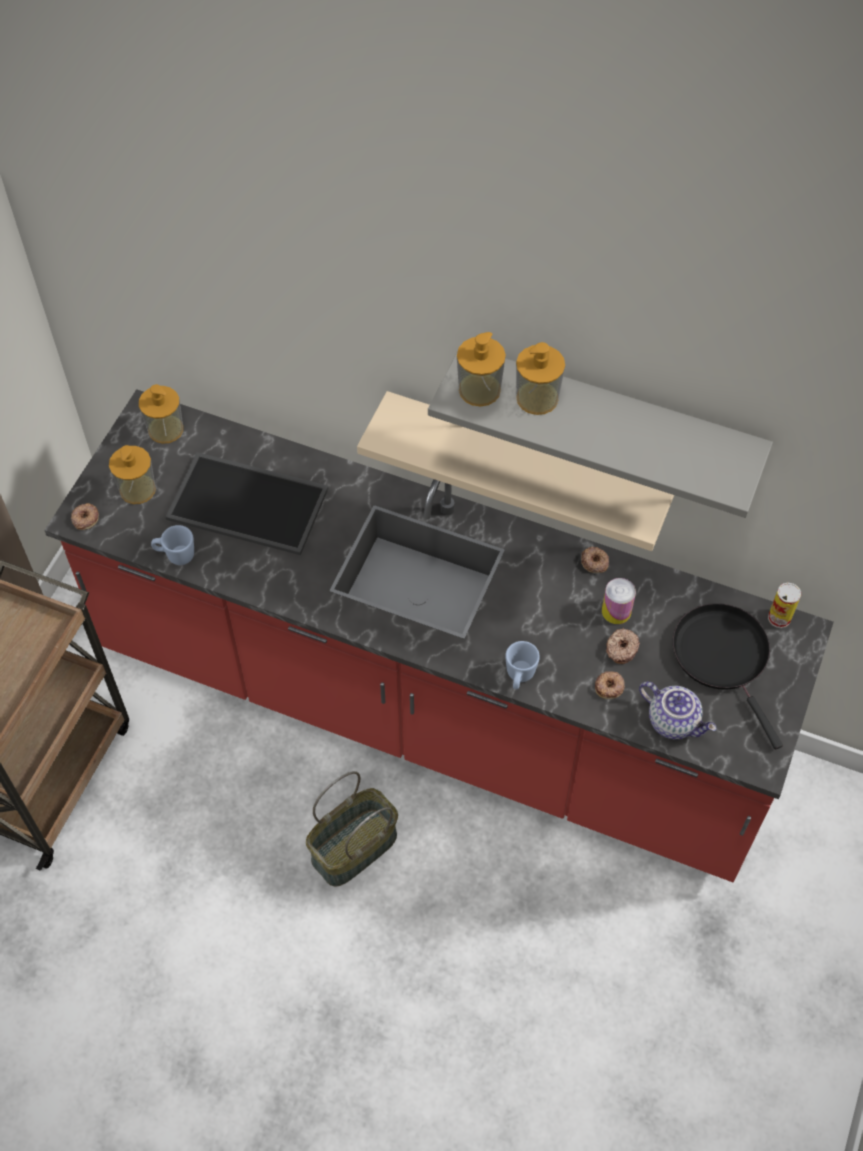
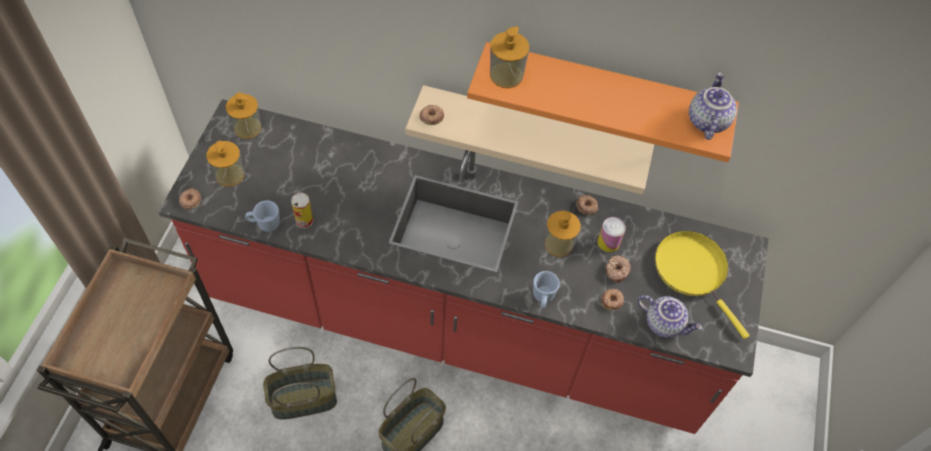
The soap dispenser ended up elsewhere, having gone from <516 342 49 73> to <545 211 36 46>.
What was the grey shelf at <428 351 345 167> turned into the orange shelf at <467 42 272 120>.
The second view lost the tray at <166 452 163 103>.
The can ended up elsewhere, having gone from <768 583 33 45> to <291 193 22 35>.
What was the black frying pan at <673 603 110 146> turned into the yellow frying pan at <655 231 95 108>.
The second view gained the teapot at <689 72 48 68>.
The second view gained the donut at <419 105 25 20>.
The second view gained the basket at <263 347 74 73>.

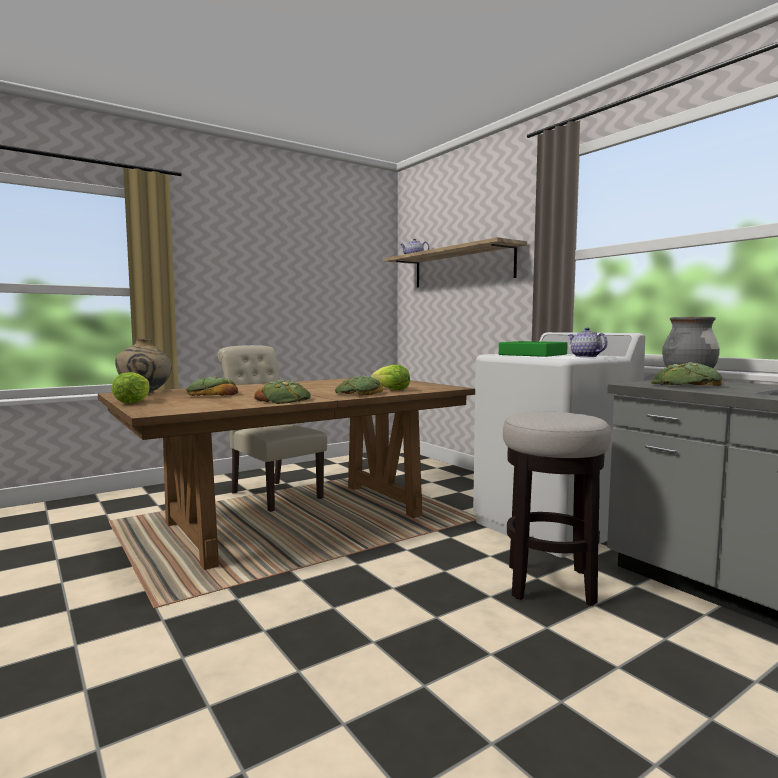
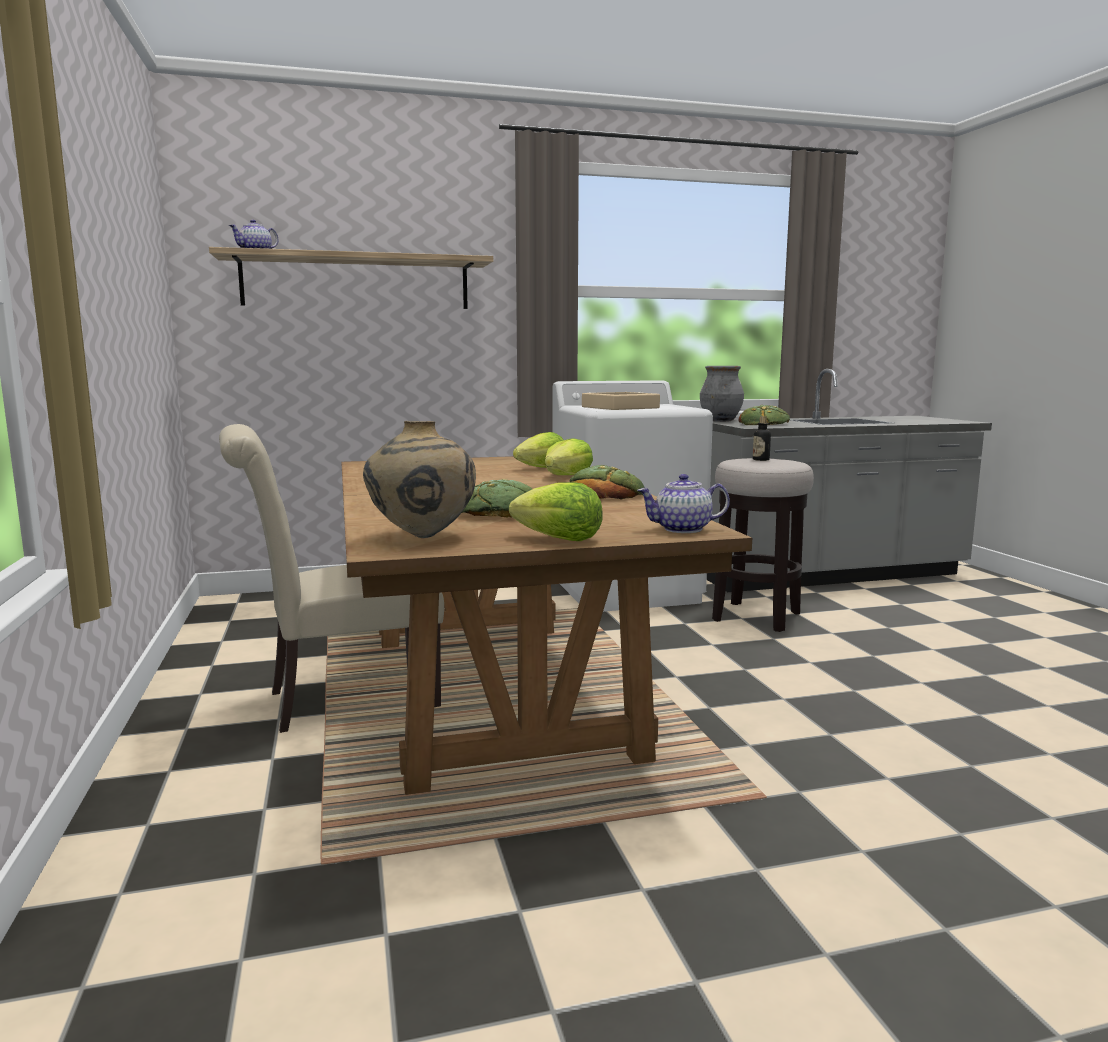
The teapot ended up elsewhere, having gone from <568 328 40 29> to <638 474 92 59>.
What was the green tray at <499 341 69 16> turned into the beige tray at <582 392 78 18>.
Where the bread stood at <335 375 48 20>, the lettuce came to stand at <545 439 48 36>.
The second view gained the bottle at <753 416 18 45>.

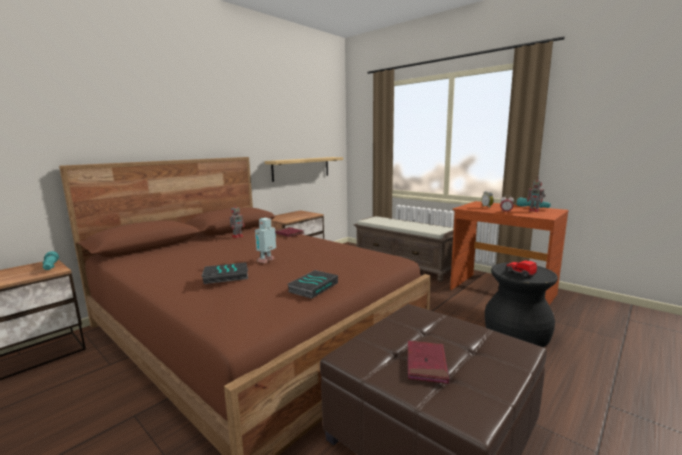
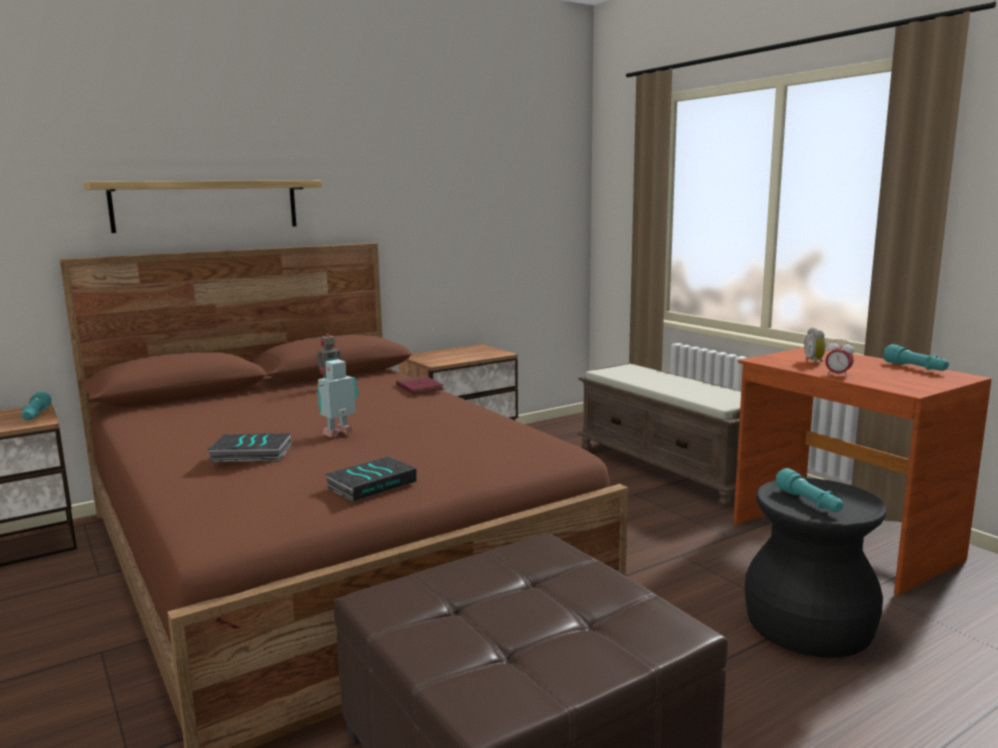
The shelf ended up elsewhere, having gone from <265 157 78 25> to <84 180 238 53>.
The second view lost the toy robot at <527 180 18 32>.
Where the toy car stood at <506 260 31 18>, the turquoise flashlight came to stand at <776 468 67 44>.
The second view lost the red book at <408 340 41 44>.

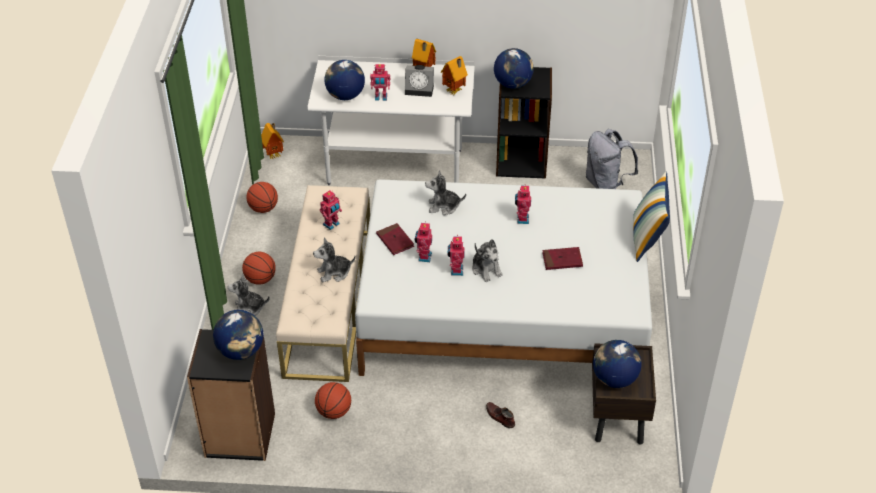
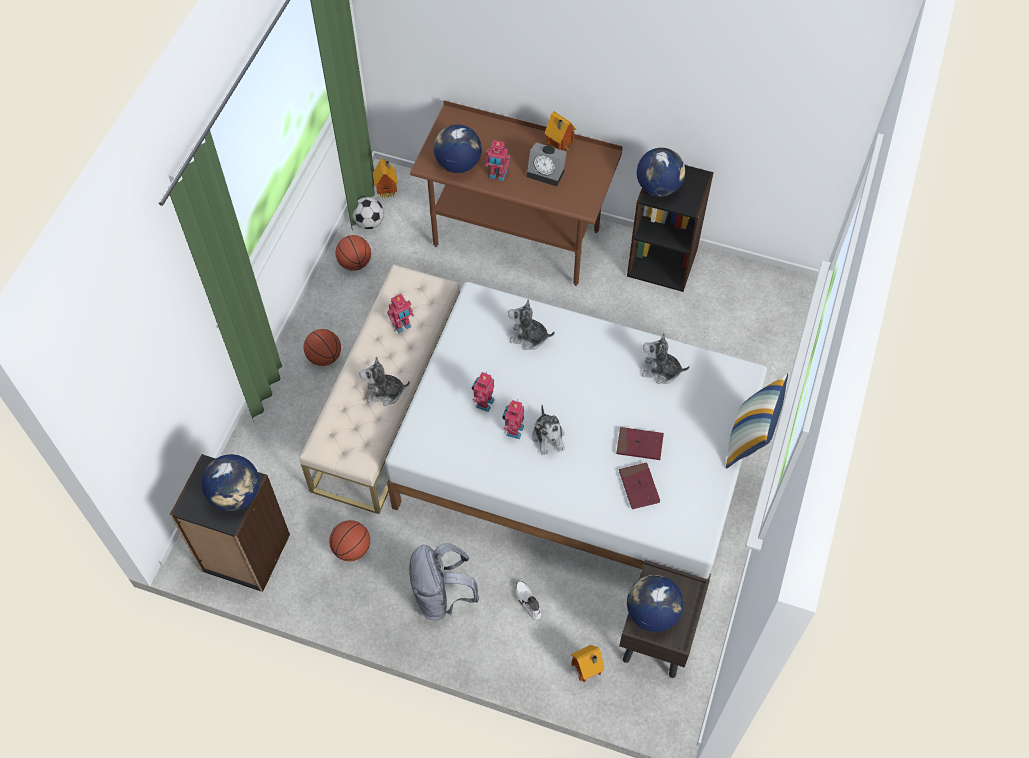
What was the white desk at <307 56 168 129> turned into the brown desk at <410 100 213 186>.
The toy house ended up elsewhere, having gone from <441 56 27 39> to <571 645 33 37>.
The grey backpack ended up elsewhere, having gone from <586 129 52 60> to <409 543 70 77>.
The second view lost the toy robot at <515 186 16 38>.
The red book ended up elsewhere, having gone from <376 223 38 32> to <619 462 41 47>.
The plush toy ended up elsewhere, having gone from <228 273 42 43> to <642 333 48 51>.
What was the brown shoe at <486 402 29 26> turned into the white shoe at <516 581 25 39>.
The second view gained the football at <353 197 31 32>.

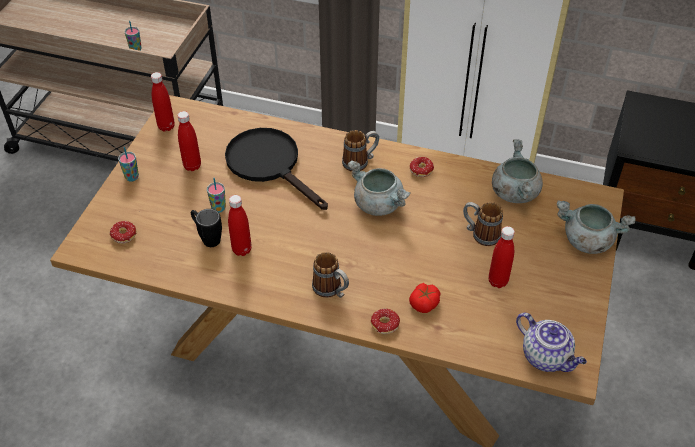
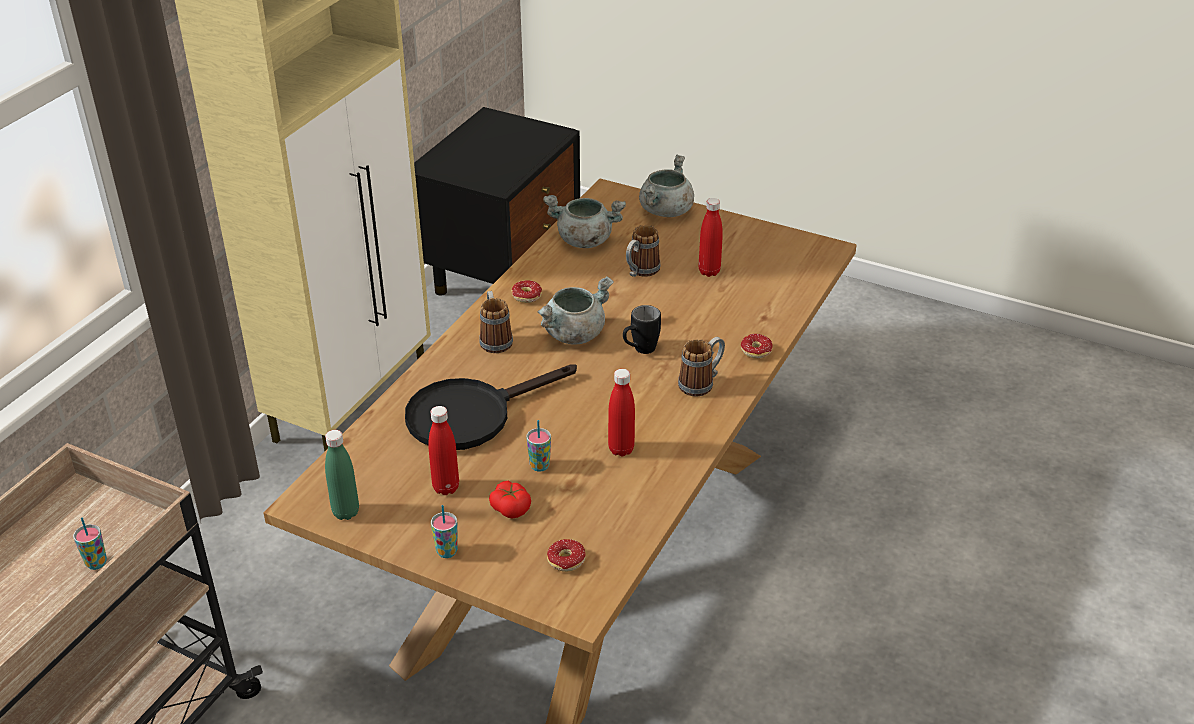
What was the red bottle at <151 72 24 60> turned into the green bottle at <325 430 34 90>.
The black mug ended up elsewhere, having gone from <191 209 31 38> to <623 305 38 49>.
The tomato ended up elsewhere, having gone from <409 283 32 30> to <489 481 42 38>.
The second view lost the teapot at <516 313 71 59>.

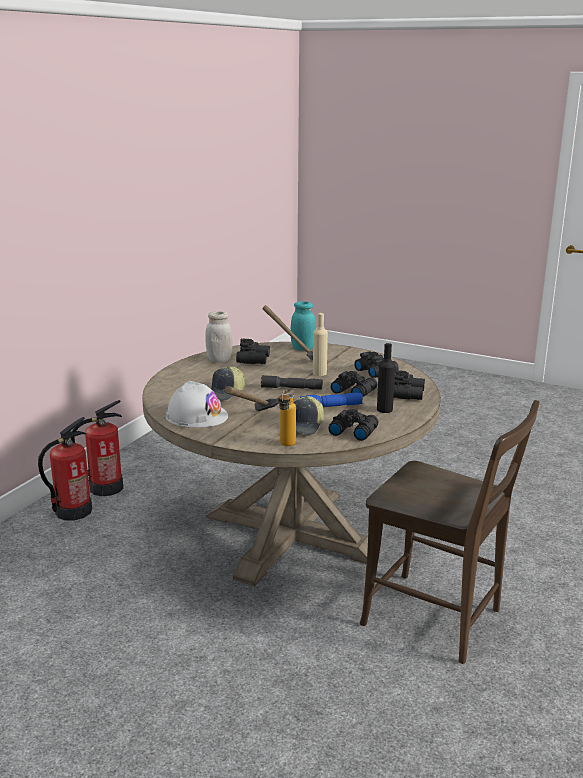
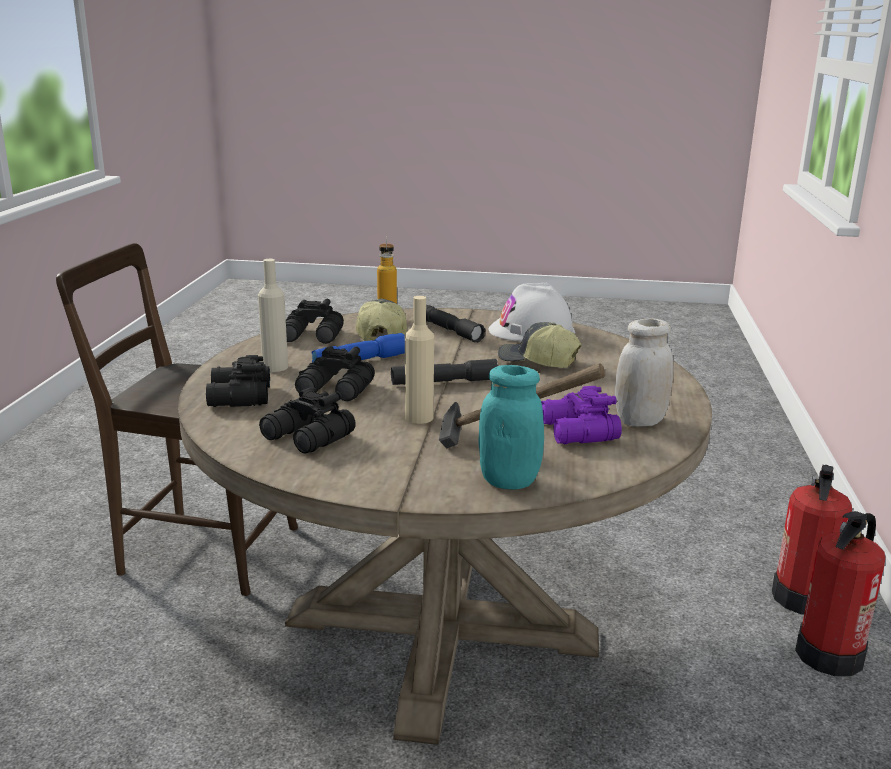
What was the black binoculars at <236 338 34 26> turned into the purple binoculars at <541 386 81 58>.
What was the black bottle at <377 343 18 70> turned into the beige bottle at <258 259 30 113>.
The cap at <210 366 35 34> ended up facing another way, 75 degrees counterclockwise from before.
Where the hammer stood at <224 386 55 25>, the grey flashlight came to stand at <426 305 60 37>.

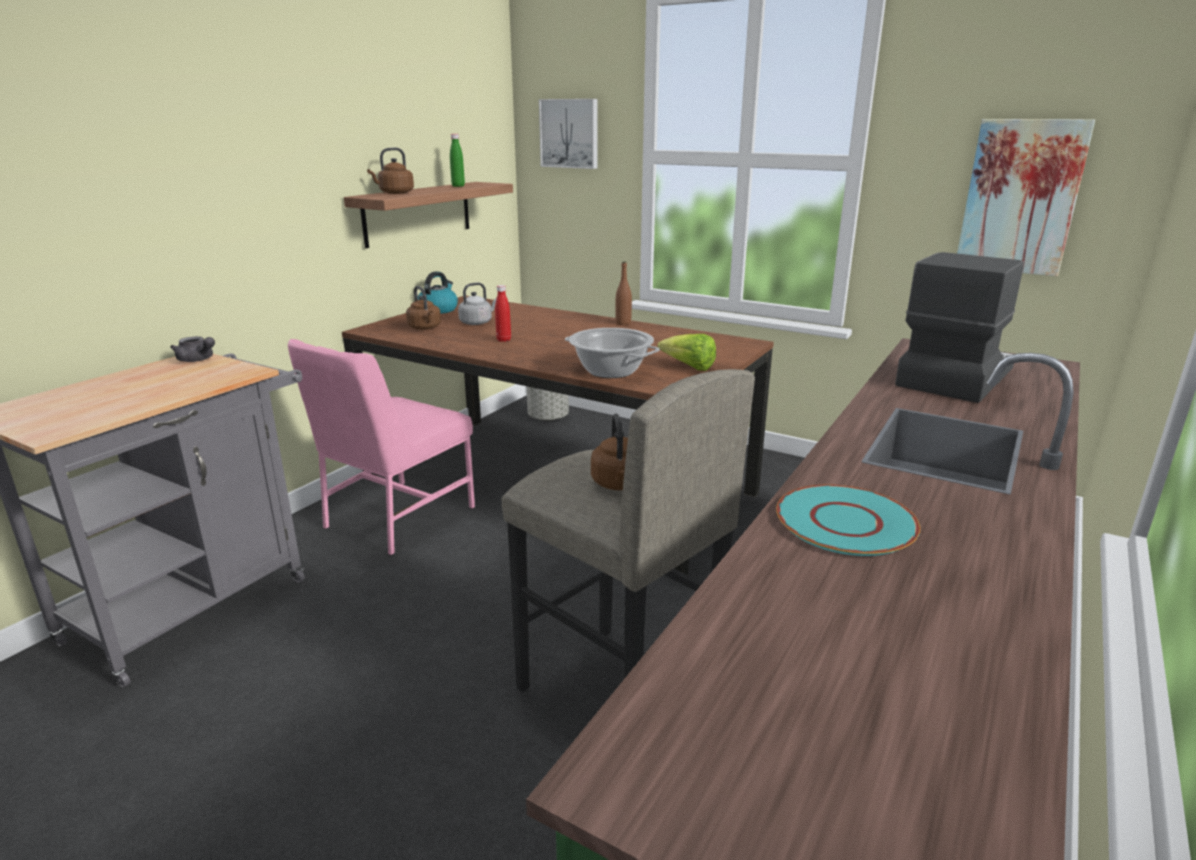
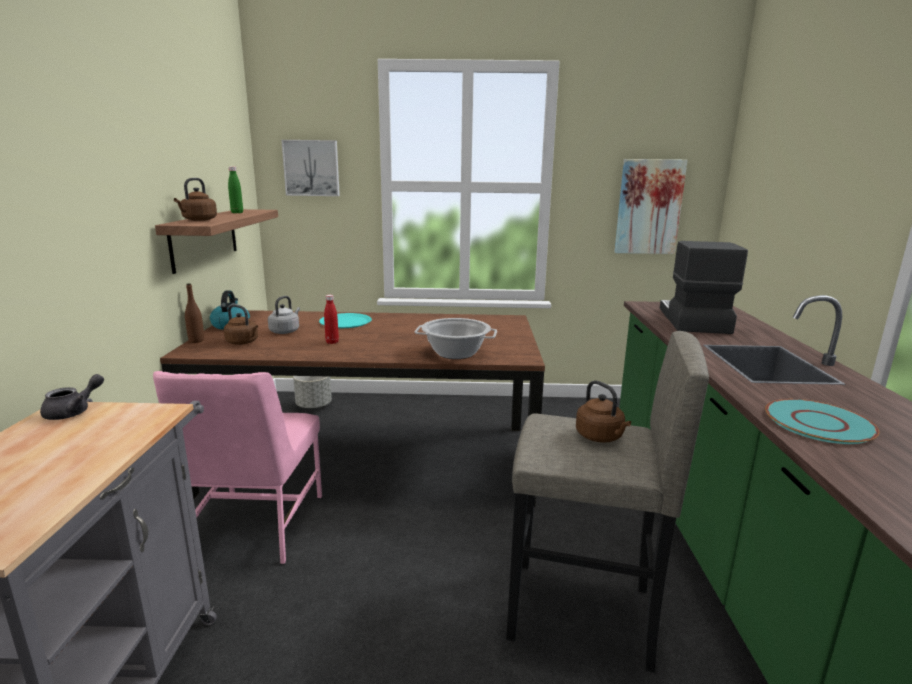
The brown bottle ended up elsewhere, having gone from <615 262 17 63> to <185 283 19 60>.
The second view lost the lettuce at <657 334 59 37>.
The grey teapot at <170 336 45 26> ended up facing another way, 60 degrees counterclockwise from before.
The second view gained the turquoise plate at <319 313 53 15>.

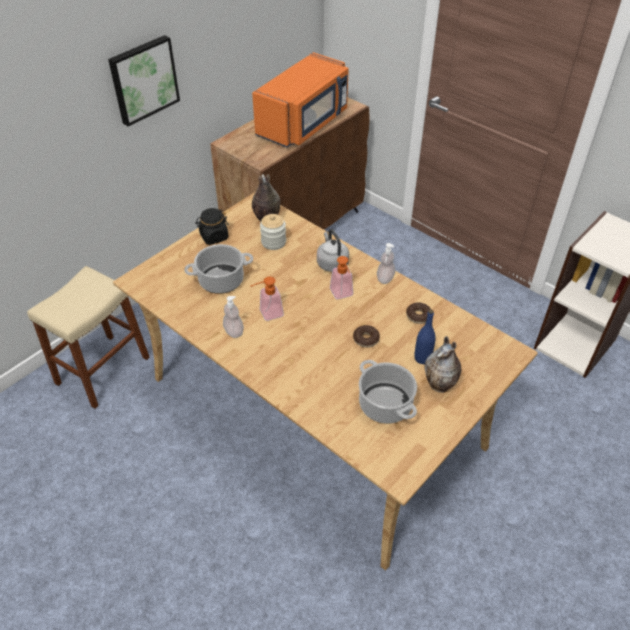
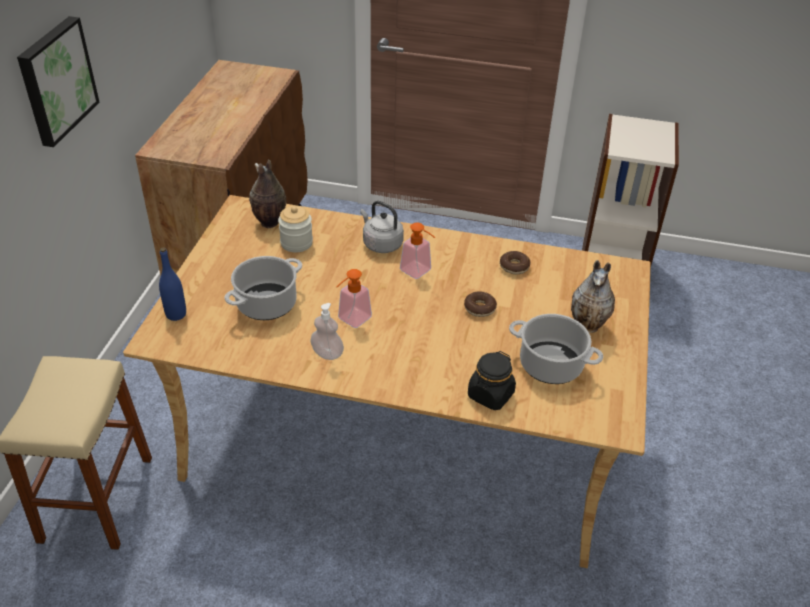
The second view lost the orange microwave at <252 52 97 96>.
The black jar ended up elsewhere, having gone from <195 208 34 37> to <468 351 48 59>.
The second view lost the soap dispenser at <377 243 18 41>.
The blue bottle ended up elsewhere, having gone from <414 310 22 54> to <159 247 27 74>.

